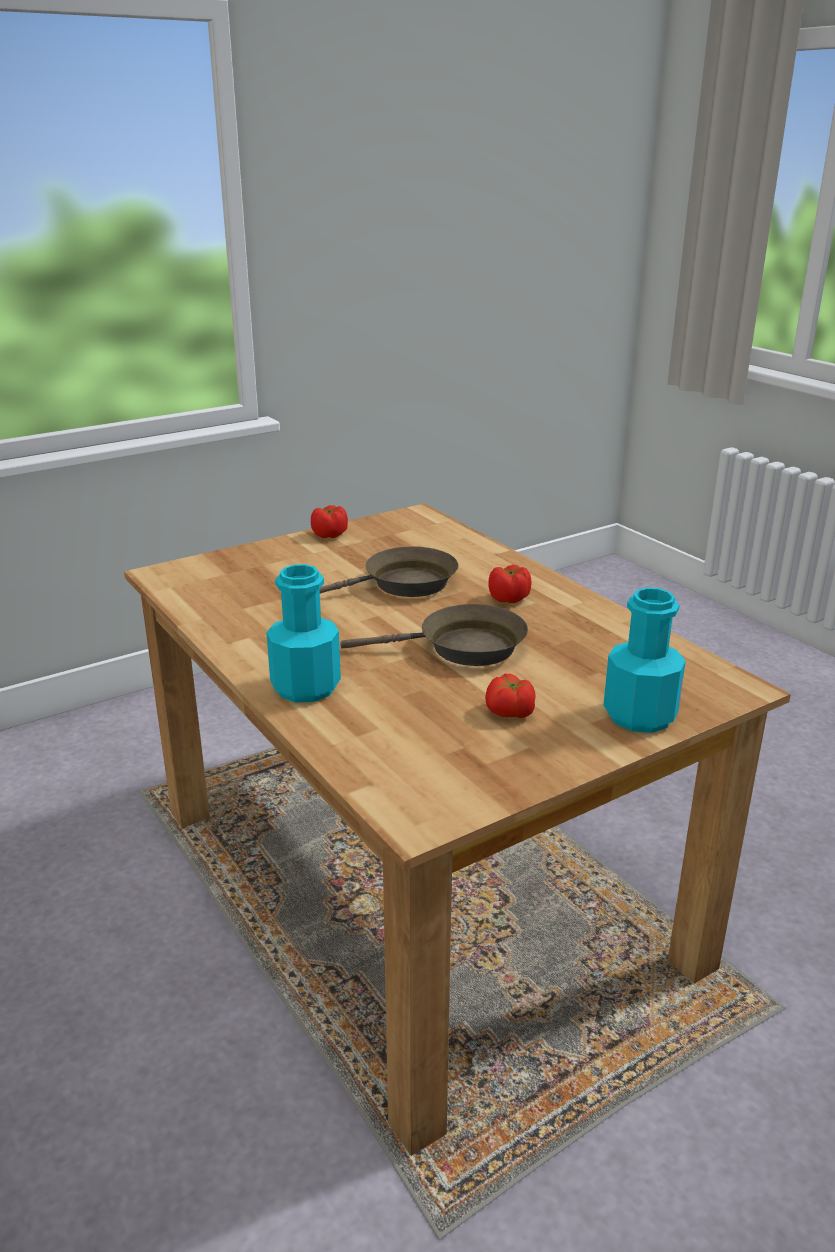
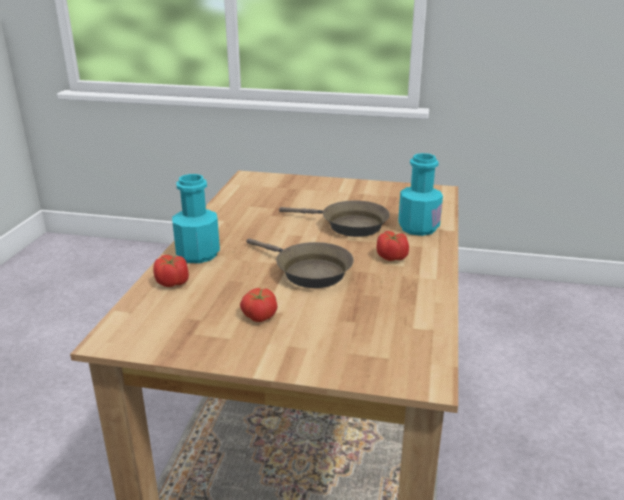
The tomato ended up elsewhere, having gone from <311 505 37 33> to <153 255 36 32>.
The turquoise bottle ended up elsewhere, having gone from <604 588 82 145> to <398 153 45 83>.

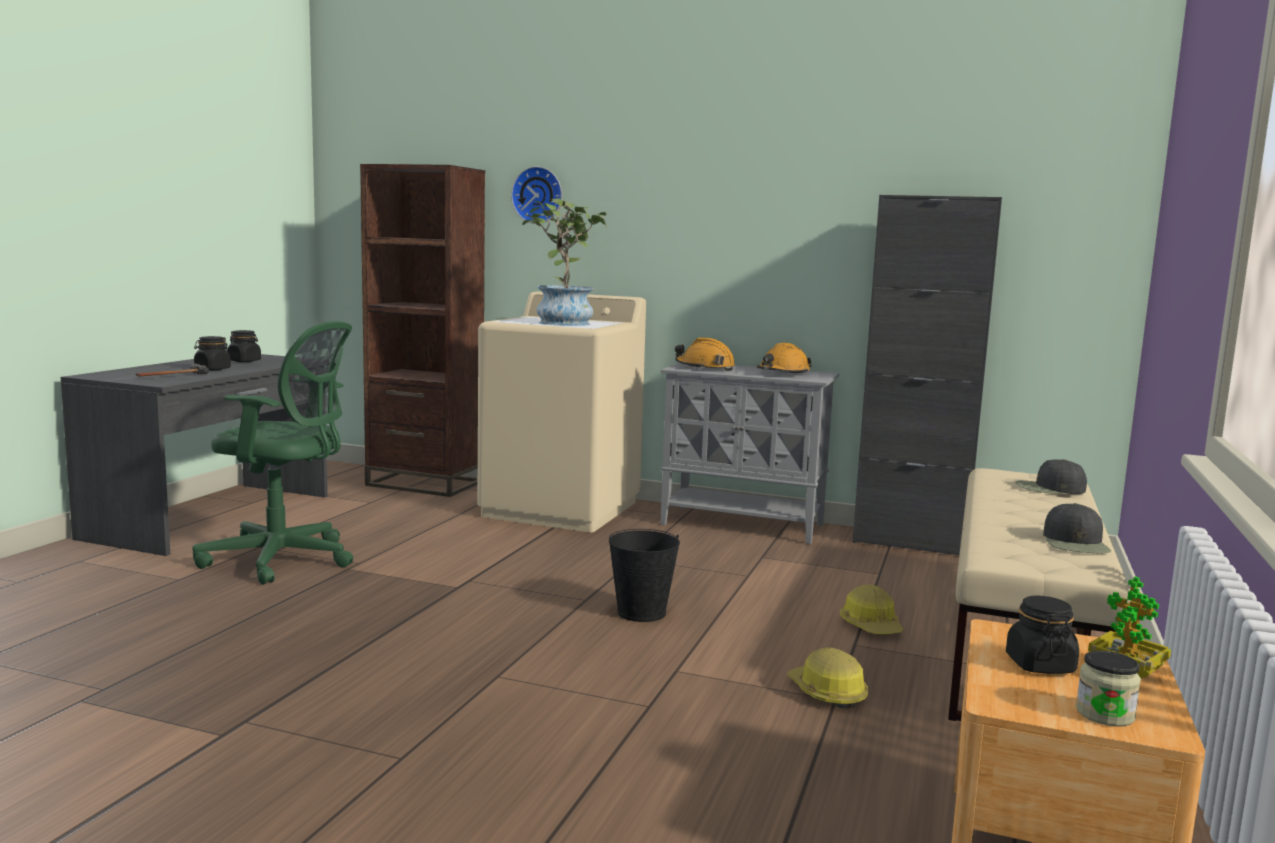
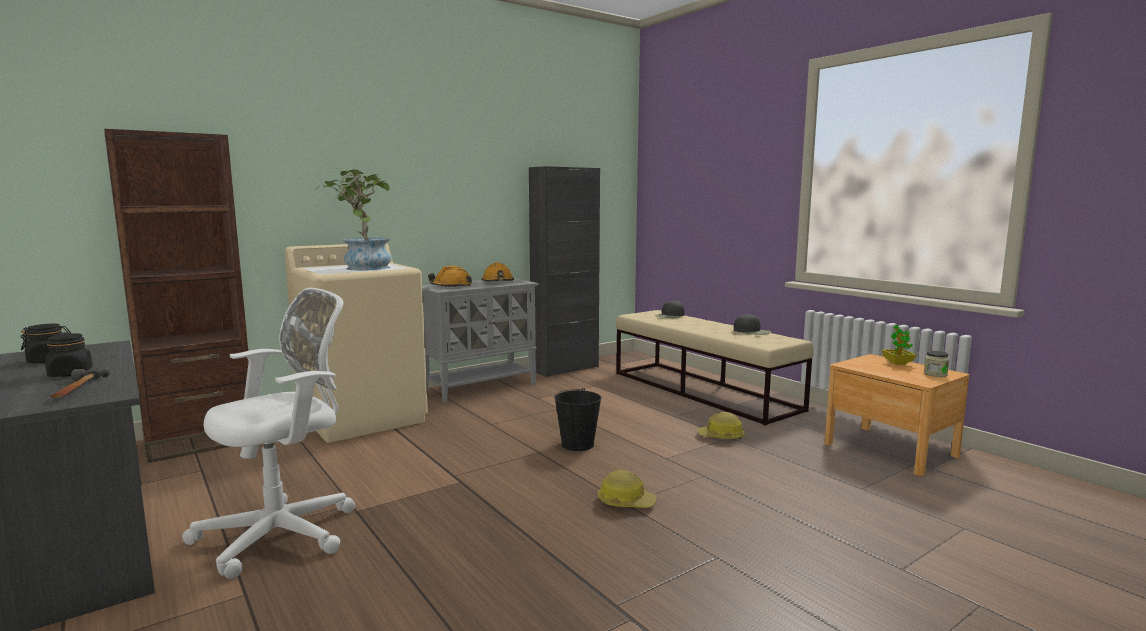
The second view lost the wall clock at <511 166 51 58>.
What was the green office chair at <192 321 161 264> turned into the white office chair at <182 288 173 291>.
The hard hat ended up elsewhere, having gone from <840 585 63 49> to <597 470 60 38>.
The second view lost the black jar at <1006 595 73 79>.

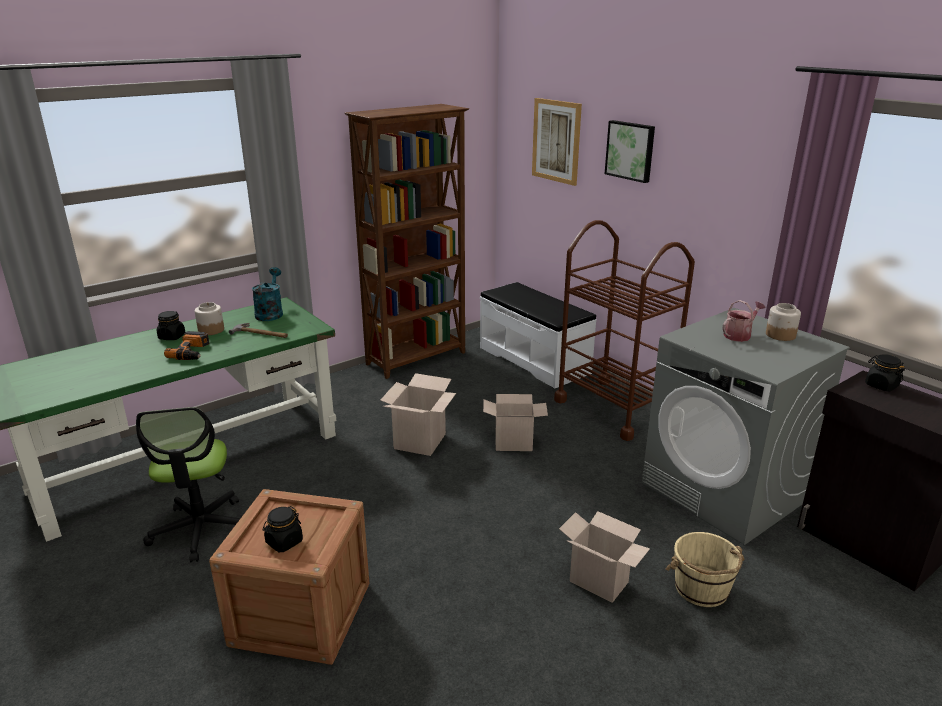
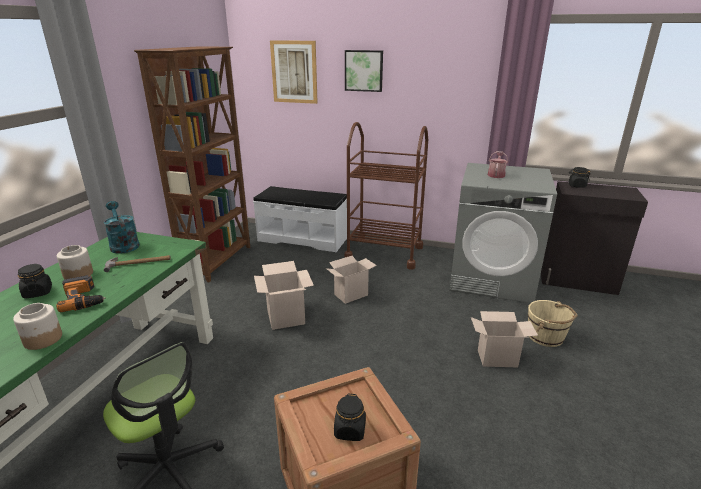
The jar ended up elsewhere, having gone from <766 303 35 38> to <13 303 49 47>.

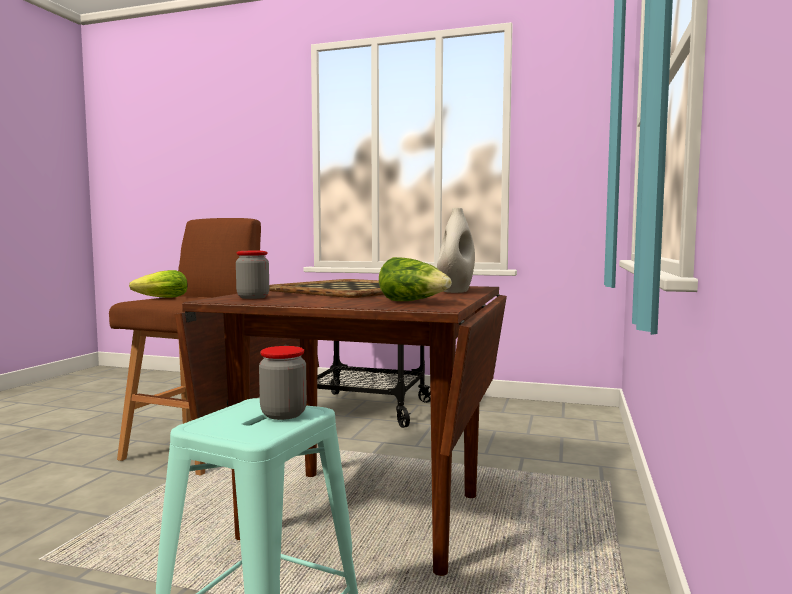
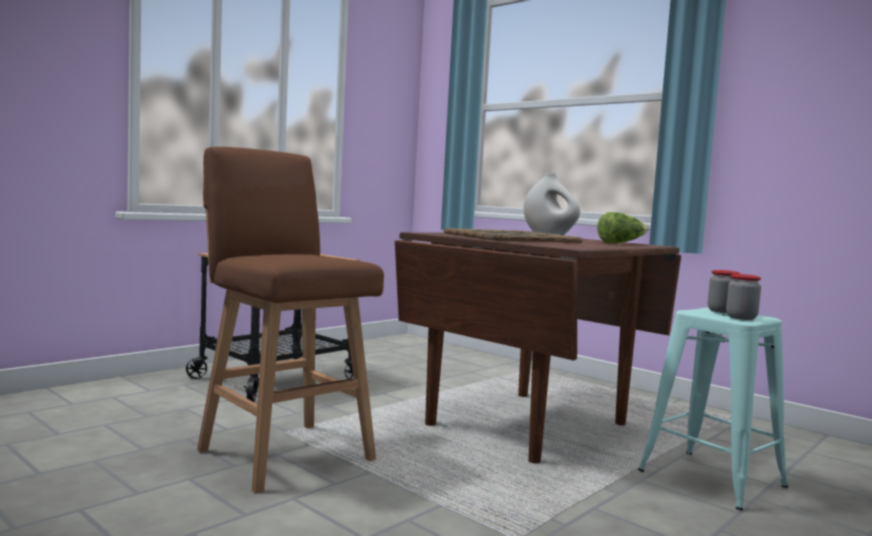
The jar ended up elsewhere, having gone from <236 251 33 48> to <726 274 35 46>.
The second view lost the lettuce at <129 270 59 28>.

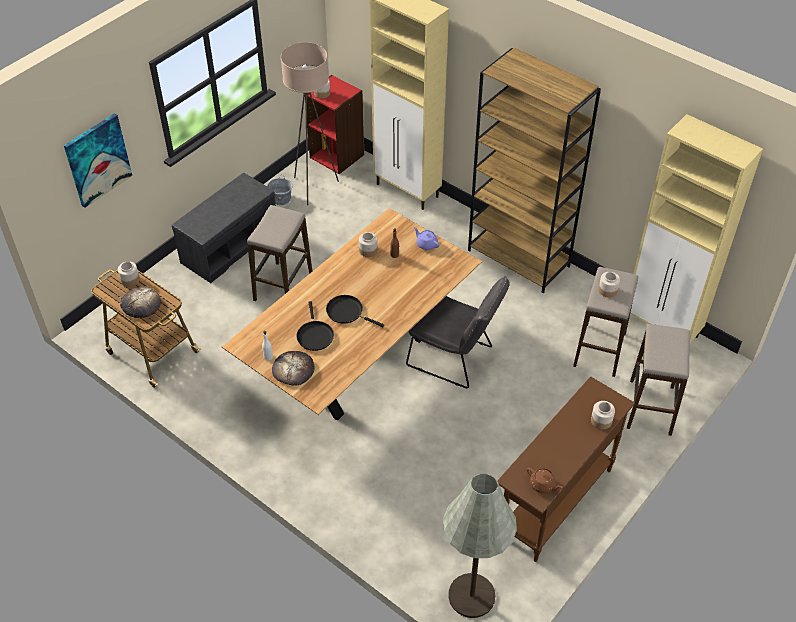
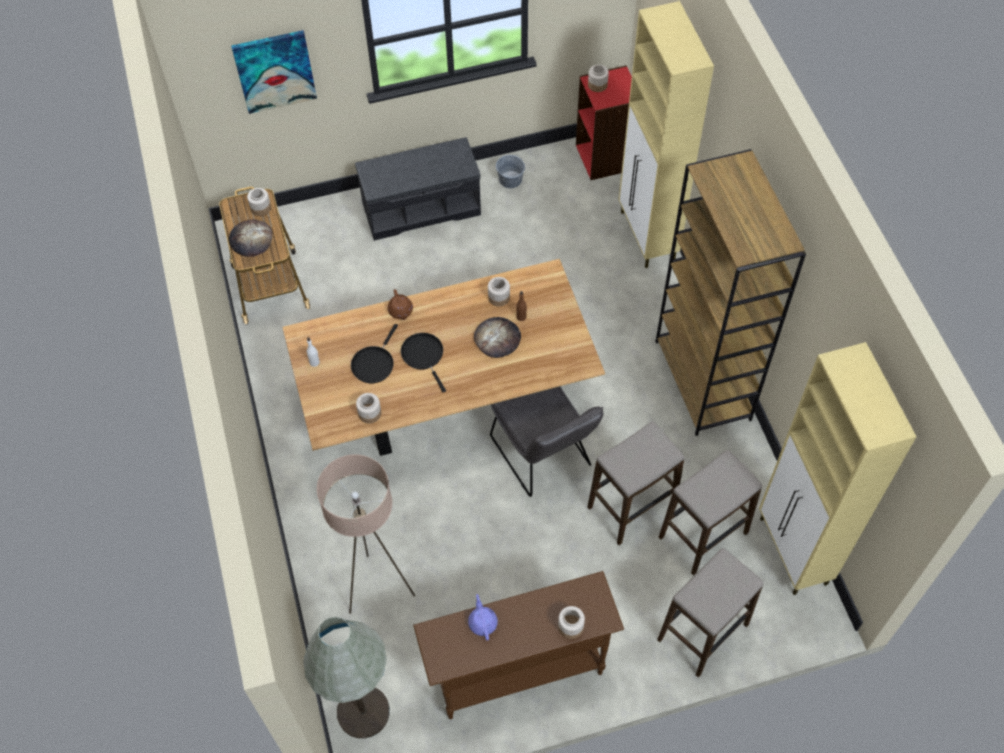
The beige floor lamp ended up elsewhere, having gone from <281 42 58 163> to <317 454 98 160>.
The stool ended up elsewhere, having gone from <247 205 65 96> to <587 422 97 123>.
The purple teapot ended up elsewhere, having gone from <414 227 25 23> to <468 594 30 46>.
The jar ended up elsewhere, having gone from <598 272 22 26> to <356 393 25 31>.
The bread ended up elsewhere, having gone from <272 351 42 35> to <474 317 47 41>.
The brown teapot ended up elsewhere, having gone from <527 468 36 25> to <388 289 25 31>.

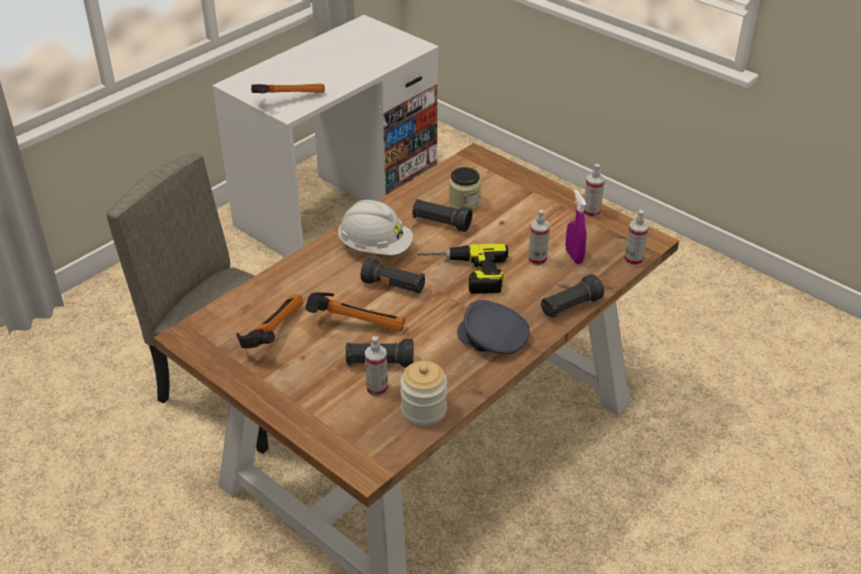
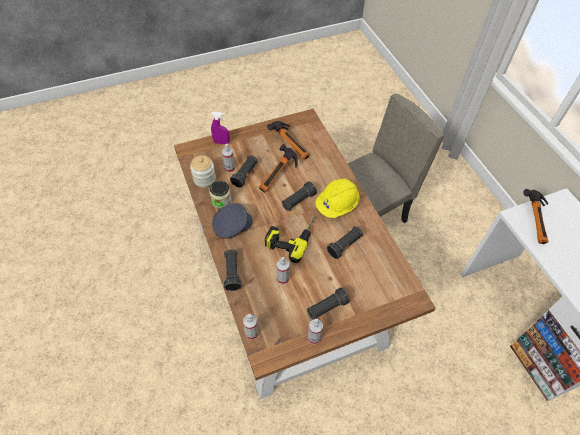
The jar ended up elsewhere, having gone from <449 167 32 43> to <209 181 23 28>.
The purple spray bottle ended up elsewhere, having gone from <566 190 21 74> to <211 112 19 32>.
What was the white hard hat at <338 200 75 55> turned into the yellow hard hat at <315 179 45 39>.
The second view gained the black flashlight at <307 287 43 33>.

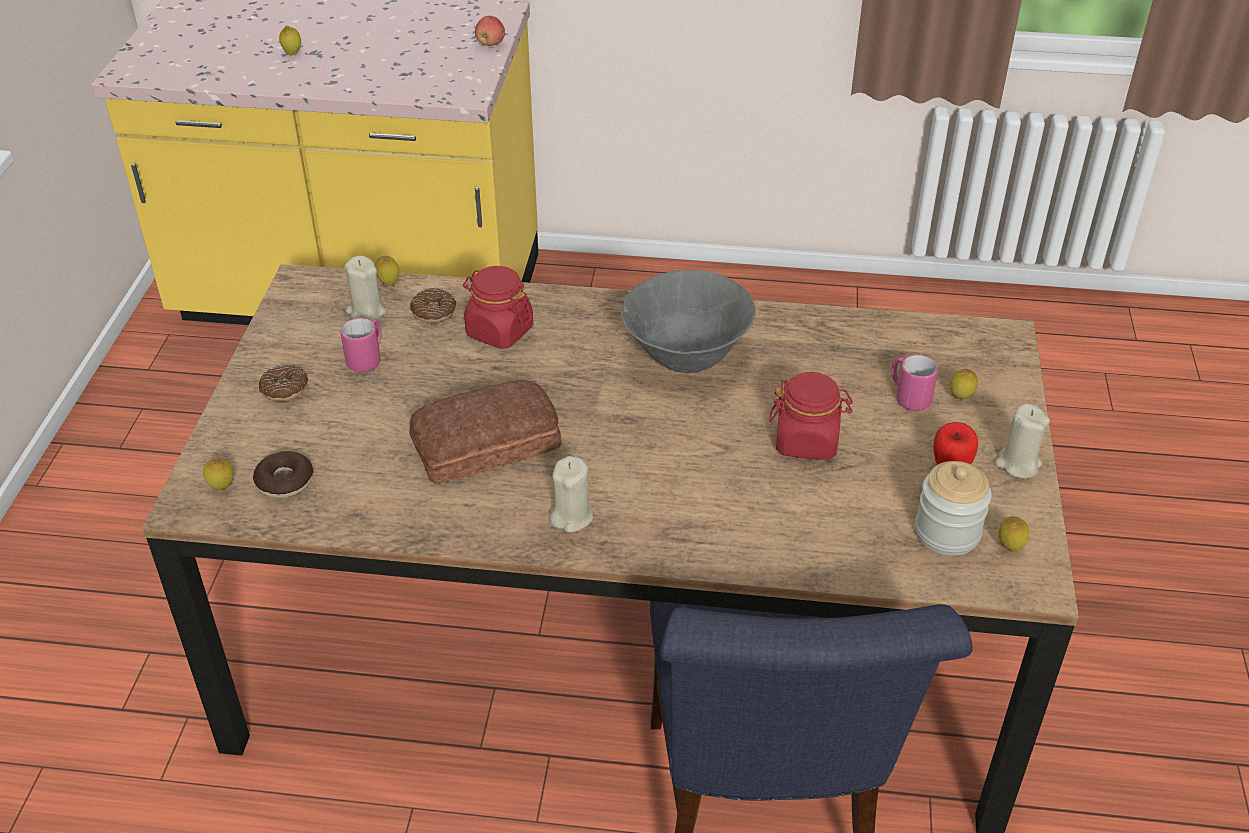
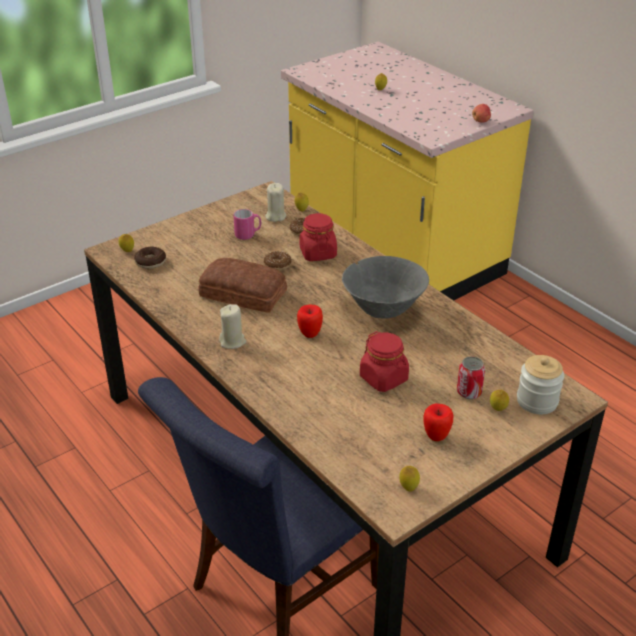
Where the pink mug stood at <891 355 47 56>, the can came to stand at <457 357 28 42>.
The donut ended up elsewhere, having gone from <259 364 49 37> to <264 251 28 20>.
The second view lost the beige candle at <995 404 55 74>.
The jar ended up elsewhere, having gone from <915 461 77 95> to <517 355 47 59>.
The second view gained the apple at <297 304 26 34>.

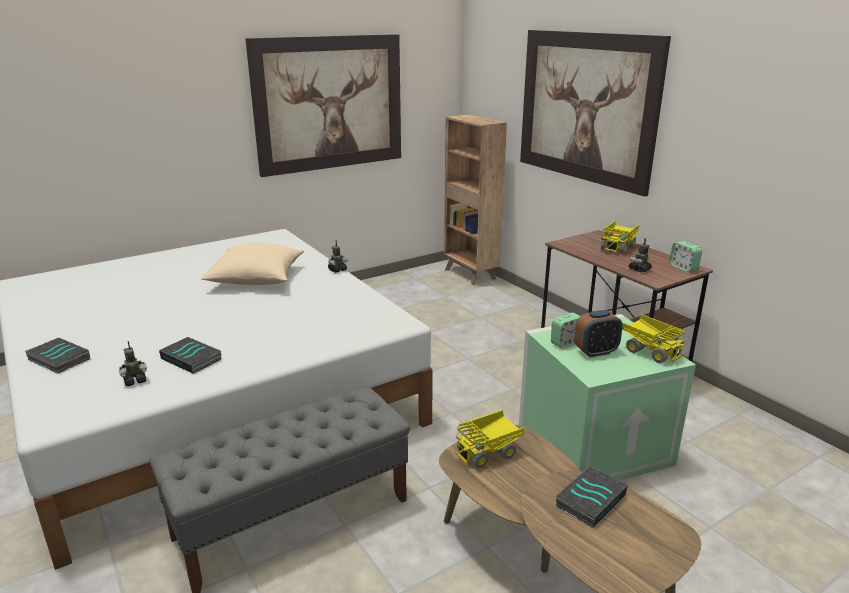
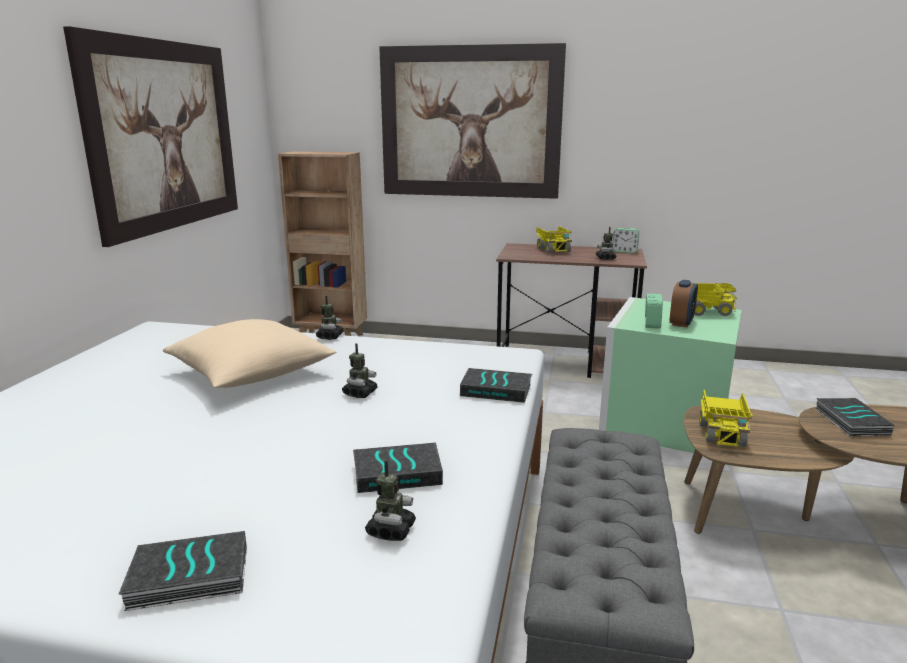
The second view gained the toy robot at <342 343 36 55>.
The second view gained the book at <460 368 72 35>.

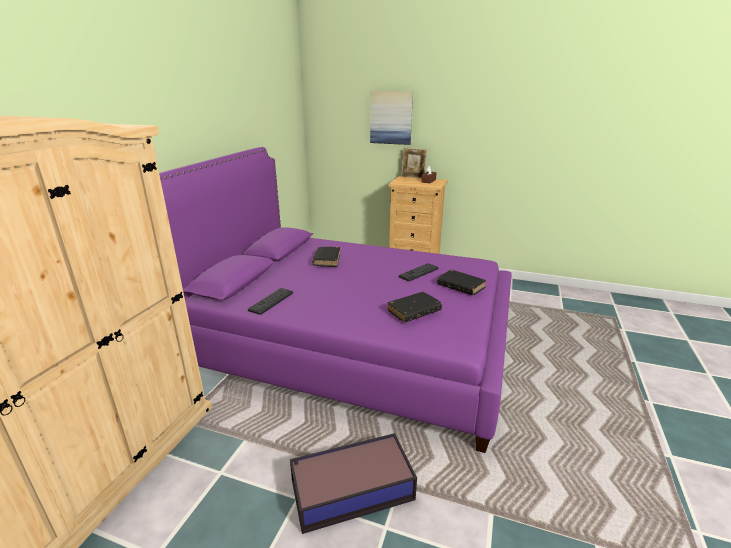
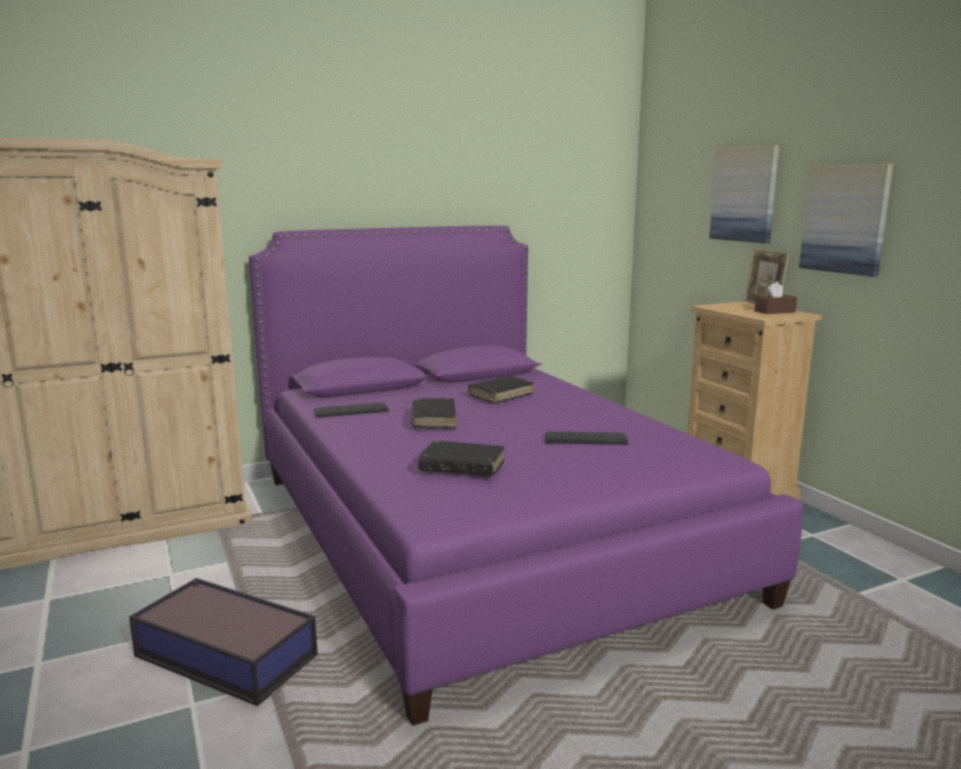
The black book ended up elsewhere, having gone from <437 270 49 25> to <411 398 46 31>.
The second view gained the picture at <799 164 94 113>.

